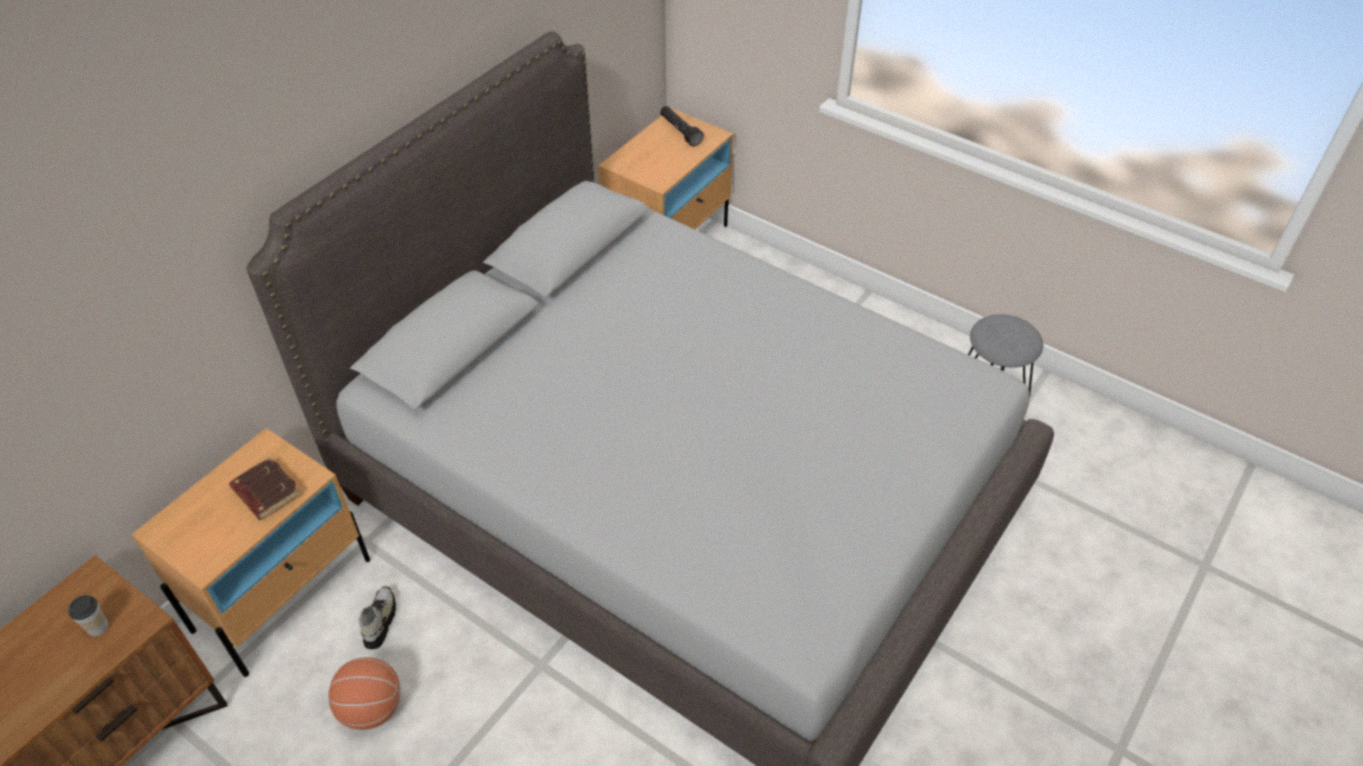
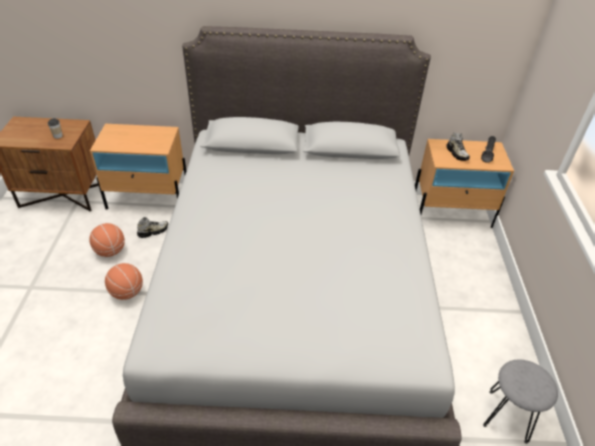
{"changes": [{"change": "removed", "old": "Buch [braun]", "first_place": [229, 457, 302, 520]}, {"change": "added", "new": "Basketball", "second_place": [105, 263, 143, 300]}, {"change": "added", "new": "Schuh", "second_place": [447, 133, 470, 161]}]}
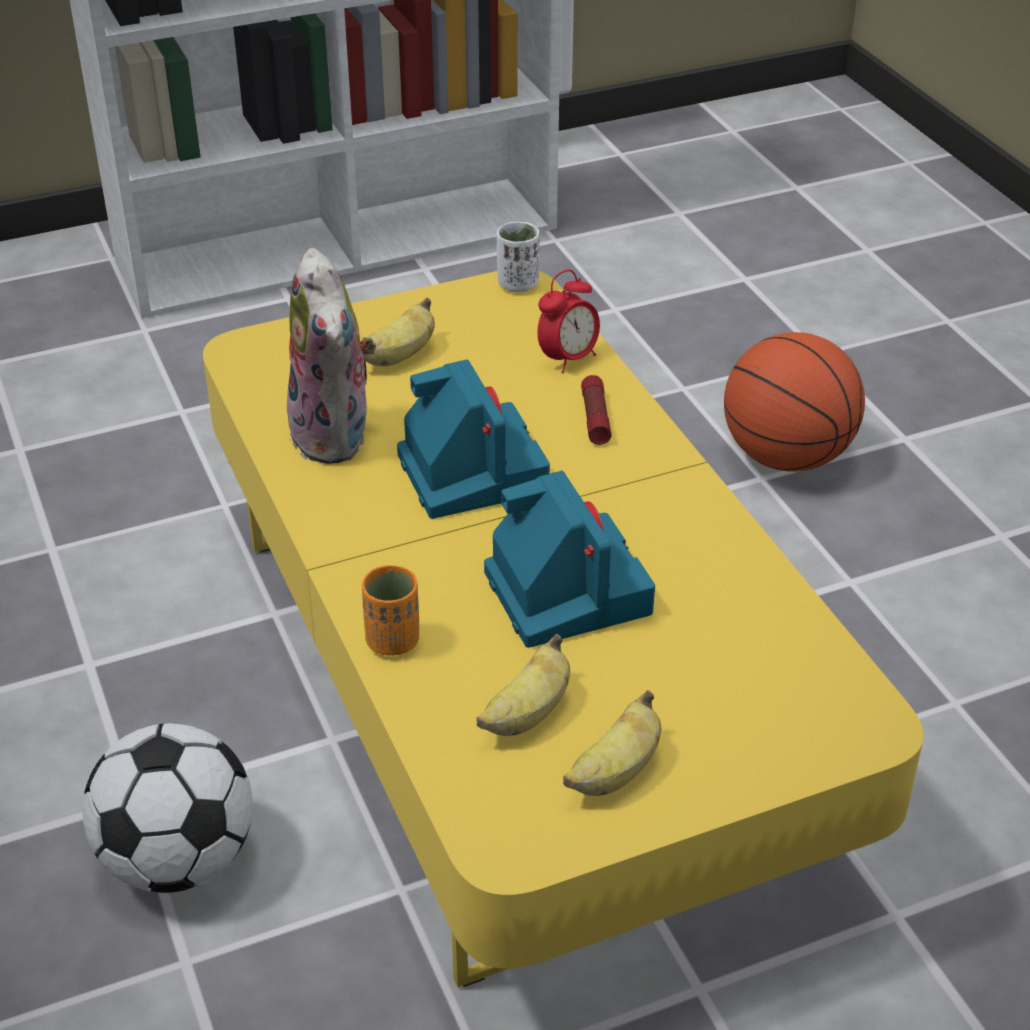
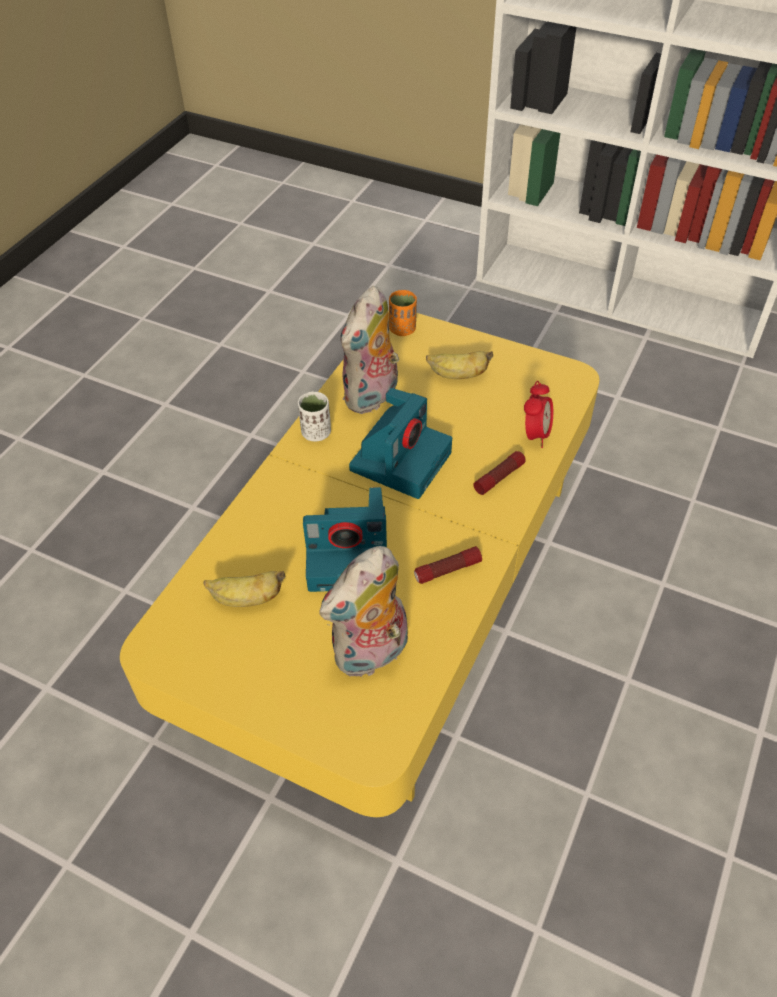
{"changes": [{"change": "removed", "old": "Fußball", "first_place": [82, 723, 253, 893]}, {"change": "moved", "old": "Tasse [orange]", "first_place": [361, 565, 419, 656], "second_place": [389, 290, 417, 336]}, {"change": "turned", "old": "Kamera", "first_place": [484, 471, 655, 648], "second_place": [303, 487, 387, 592], "degrees": 60}, {"change": "moved", "old": "Tasse [weiß]", "first_place": [497, 222, 539, 292], "second_place": [298, 392, 331, 441]}, {"change": "turned", "old": "Wecker", "first_place": [537, 270, 600, 374], "second_place": [524, 381, 553, 448], "degrees": -75}, {"change": "removed", "old": "Banane", "first_place": [563, 690, 661, 796]}, {"change": "removed", "old": "Basketball", "first_place": [724, 332, 865, 472]}, {"change": "added", "new": "Plüschtier", "second_place": [319, 546, 408, 677]}, {"change": "added", "new": "Taschenlampe", "second_place": [414, 546, 482, 584]}]}
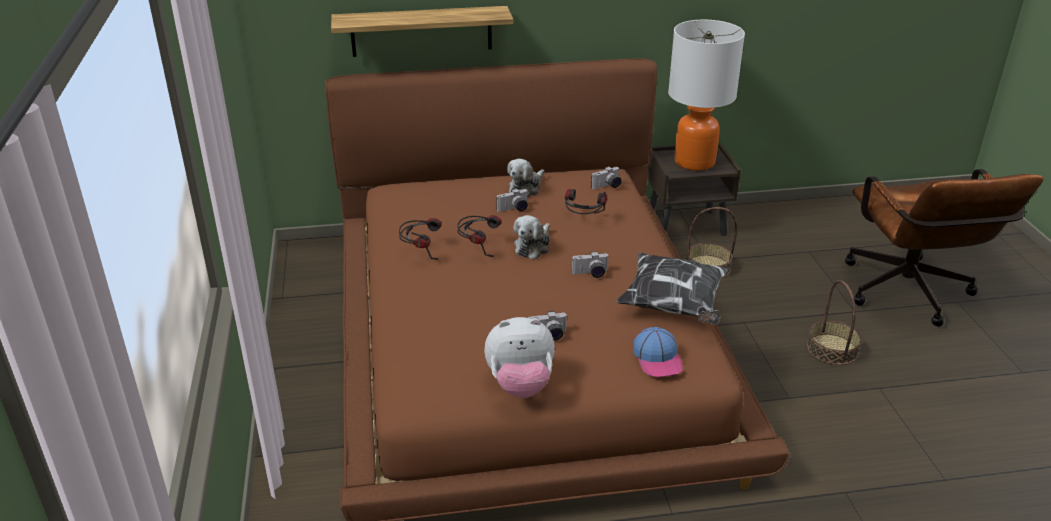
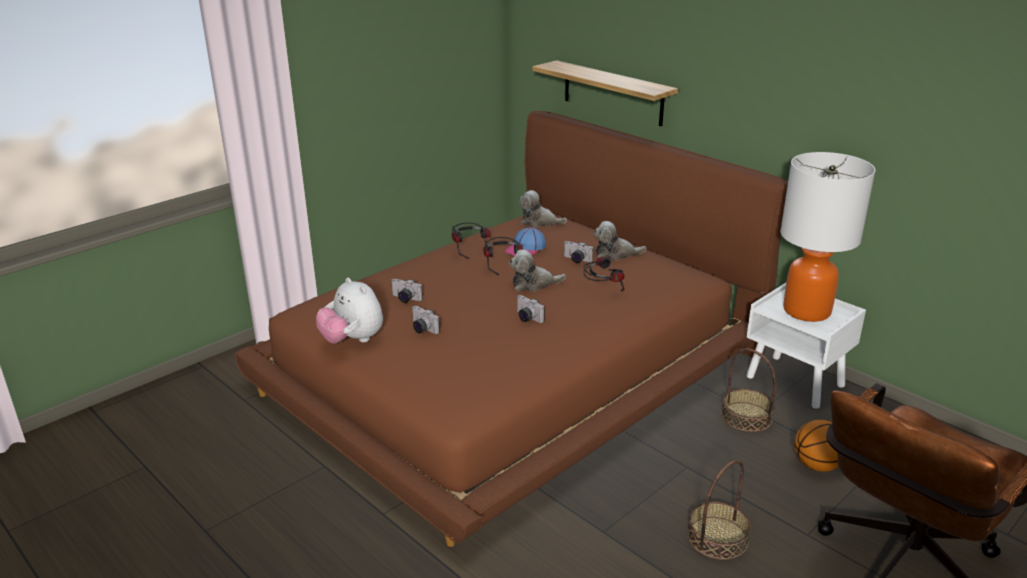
{"changes": [{"change": "moved", "old": "Kamera", "first_place": [591, 166, 622, 189], "second_place": [391, 279, 423, 303]}, {"change": "removed", "old": "Kissen", "first_place": [616, 252, 728, 324]}, {"change": "moved", "old": "Kappe", "first_place": [633, 327, 683, 377], "second_place": [505, 228, 546, 256]}, {"change": "recoloured", "old": "Nachttisch [braun]", "new": "Nachttisch [weiß]", "first_place": [647, 142, 741, 236], "second_place": [746, 283, 866, 409]}, {"change": "added", "new": "Plüschtier", "second_place": [519, 190, 567, 227]}, {"change": "added", "new": "Basketball", "second_place": [794, 420, 839, 472]}]}
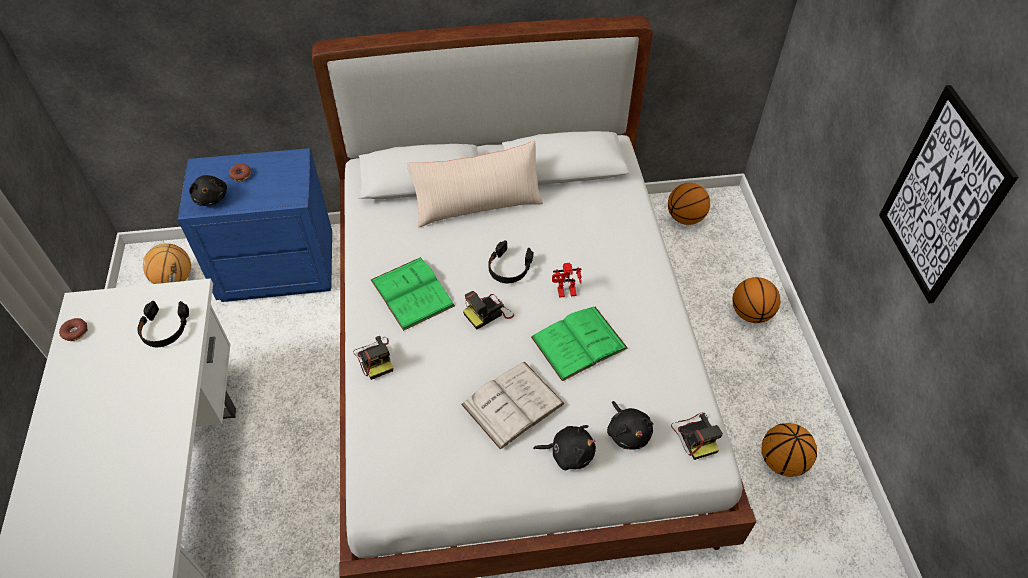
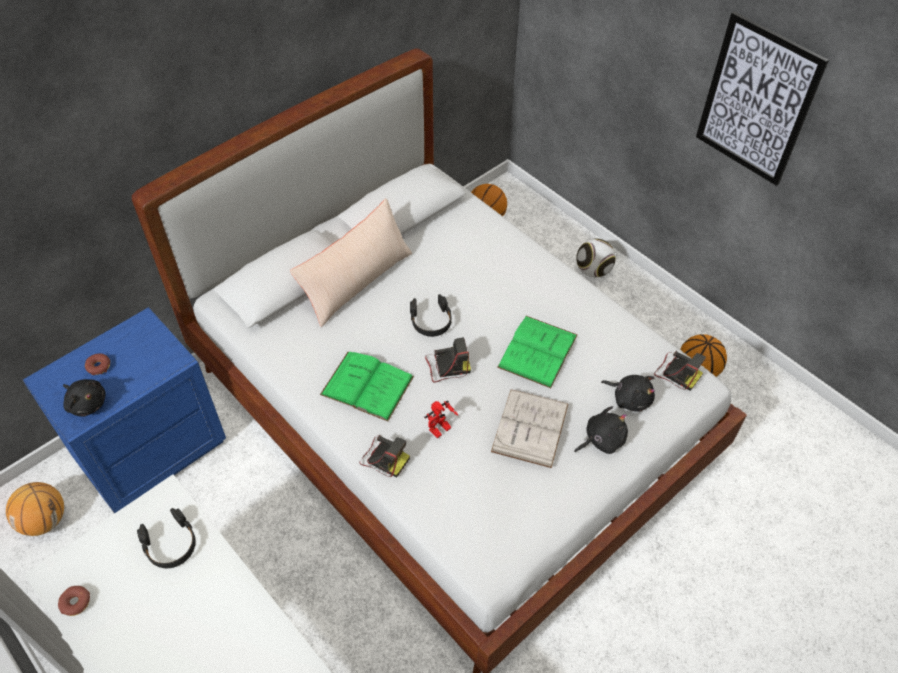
{"changes": [{"change": "turned", "old": "Kamera", "first_place": [463, 291, 514, 330], "second_place": [425, 337, 471, 383], "degrees": -120}, {"change": "moved", "old": "Spielzeugroboter", "first_place": [552, 263, 582, 298], "second_place": [424, 400, 459, 438]}, {"change": "replaced", "old": "Basketball", "new": "Fußball", "first_place": [732, 277, 780, 323], "second_place": [576, 239, 616, 277]}]}
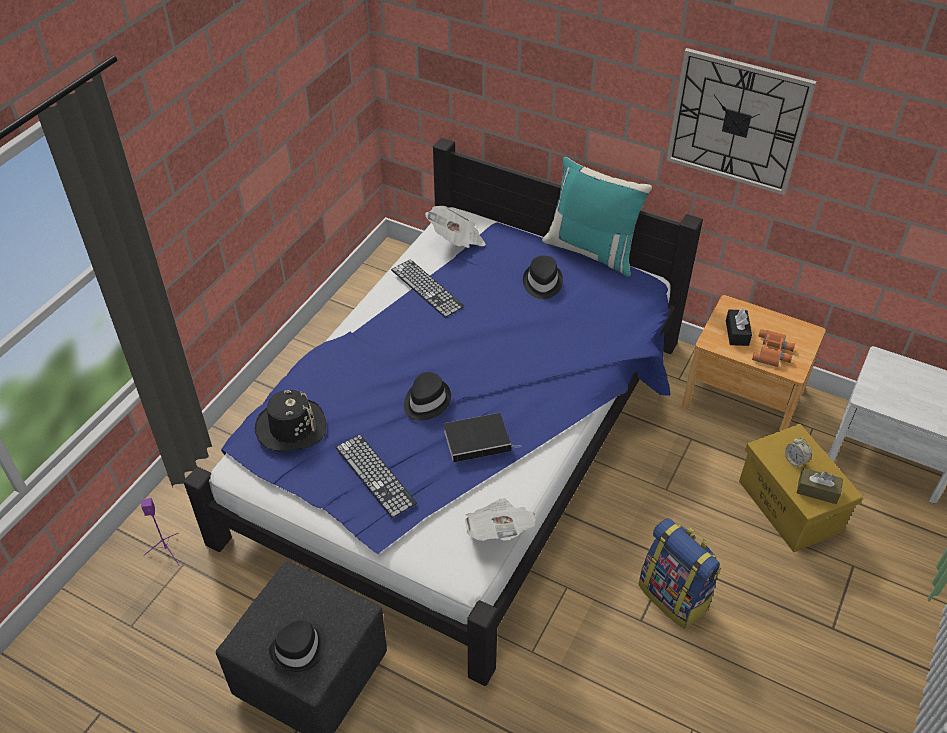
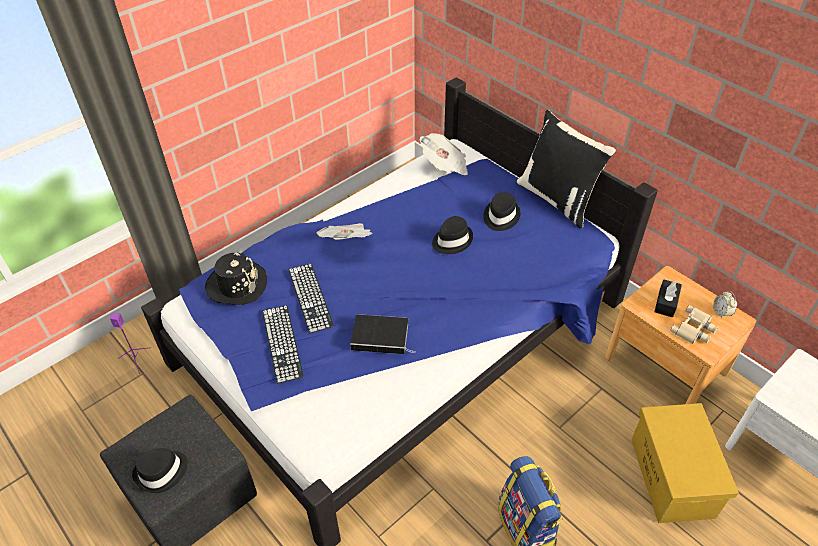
{"changes": [{"change": "moved", "old": "Tastatur", "first_place": [391, 259, 465, 318], "second_place": [288, 264, 334, 334]}, {"change": "moved", "old": "Hut [schwarz]", "first_place": [404, 372, 451, 421], "second_place": [432, 216, 473, 254]}, {"change": "moved", "old": "Zeitung", "first_place": [465, 499, 536, 541], "second_place": [317, 223, 373, 240]}, {"change": "recoloured", "old": "Kissen [türkis]", "new": "Kissen [schwarz]", "first_place": [542, 157, 652, 277], "second_place": [517, 110, 616, 229]}, {"change": "removed", "old": "Wanduhr", "first_place": [666, 48, 817, 195]}, {"change": "recoloured", "old": "Fernglas [orange]", "new": "Fernglas [beige]", "first_place": [752, 329, 795, 367], "second_place": [670, 305, 718, 344]}, {"change": "moved", "old": "Wecker", "first_place": [785, 437, 812, 468], "second_place": [713, 291, 737, 319]}, {"change": "removed", "old": "Taschentuchbox [braun]", "first_place": [797, 468, 843, 504]}]}
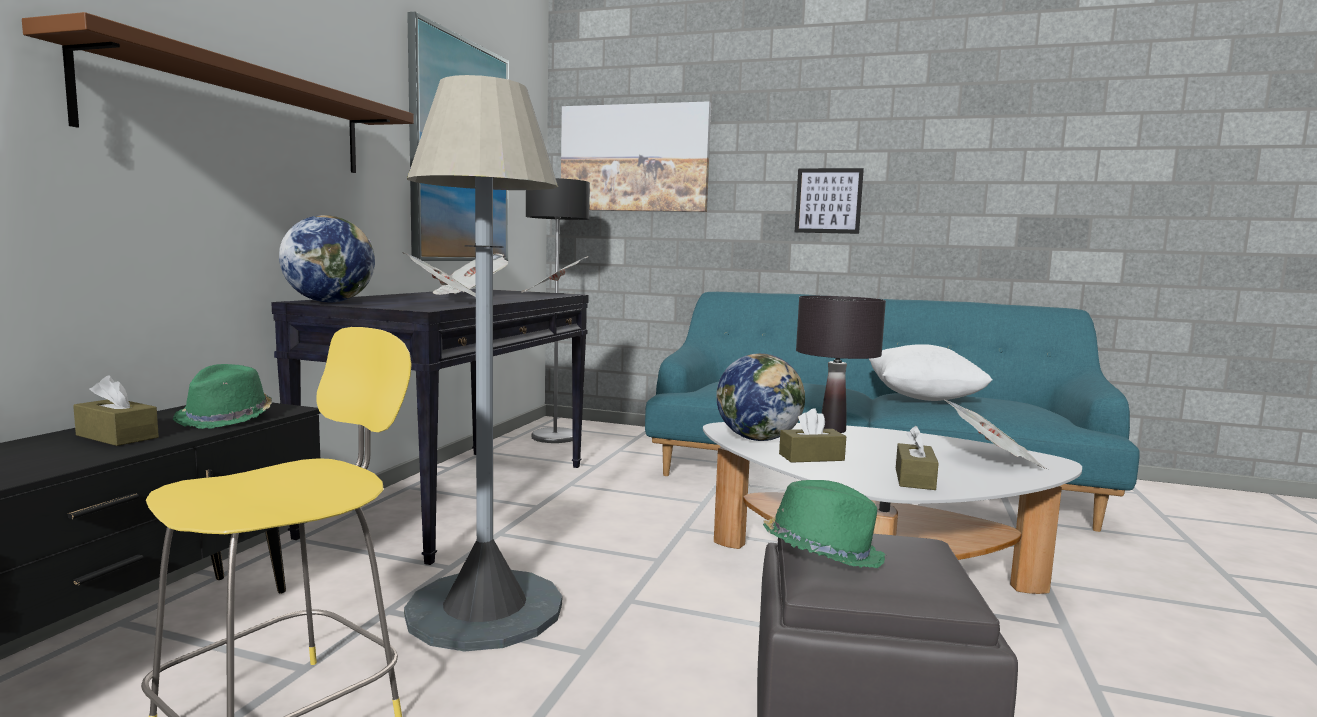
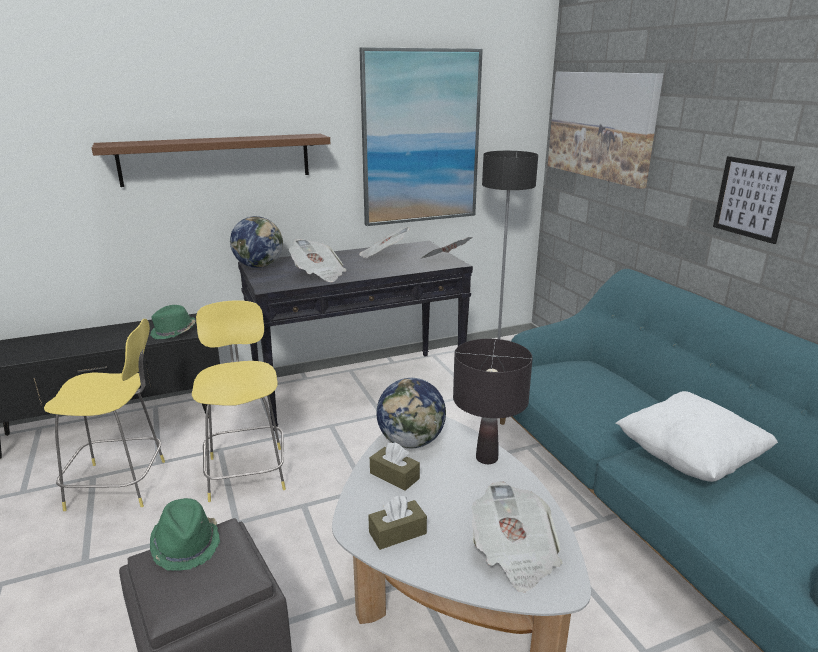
{"changes": [{"change": "removed", "old": "Taschentuchbox [braun]", "first_place": [73, 375, 159, 446]}, {"change": "replaced", "old": "Stehlampe [grau]", "new": "Hocker [gelb]", "first_place": [404, 75, 562, 651], "second_place": [192, 300, 286, 502]}]}
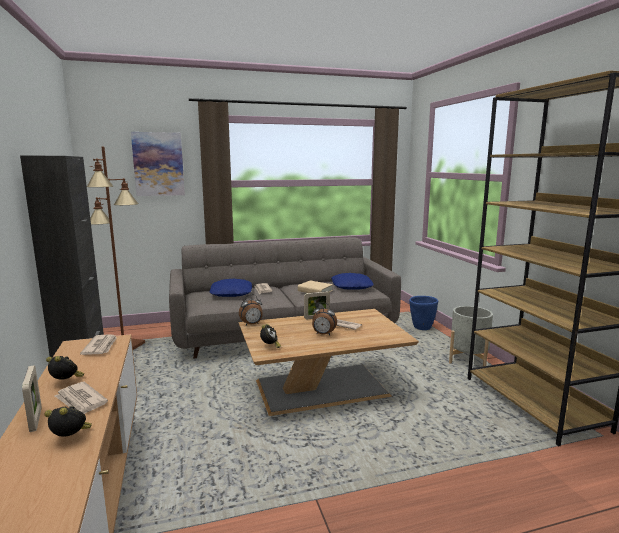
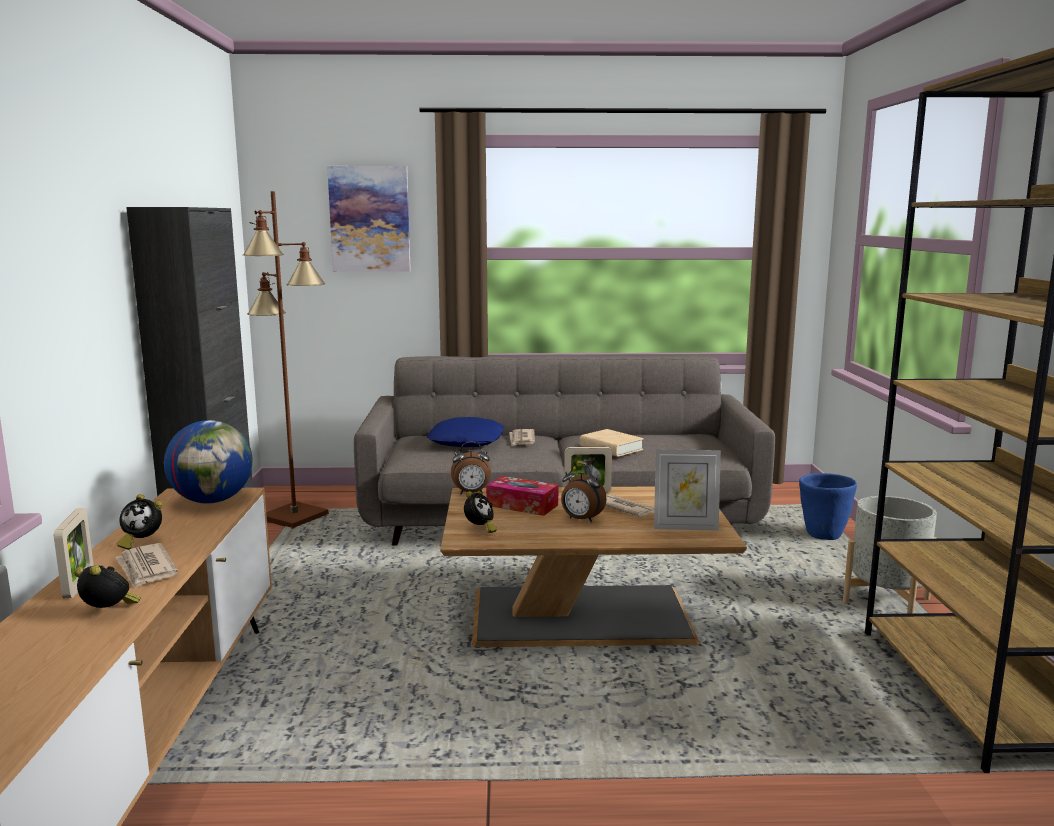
{"changes": [{"change": "turned", "old": "Wecker", "first_place": [46, 356, 84, 380], "second_place": [116, 494, 163, 550], "degrees": 150}, {"change": "replaced", "old": "Zeitung", "new": "Globus", "first_place": [80, 335, 117, 355], "second_place": [164, 420, 252, 503]}, {"change": "removed", "old": "Kissen [blau]", "first_place": [331, 273, 374, 290]}, {"change": "added", "new": "Taschentuchbox", "second_place": [486, 476, 558, 516]}, {"change": "added", "new": "Bilderrahmen", "second_place": [654, 449, 721, 531]}]}
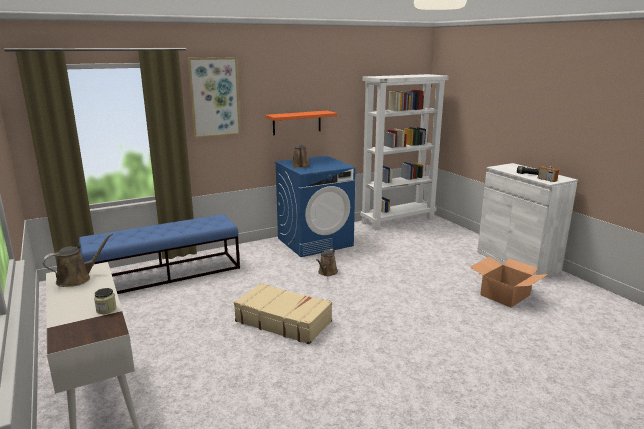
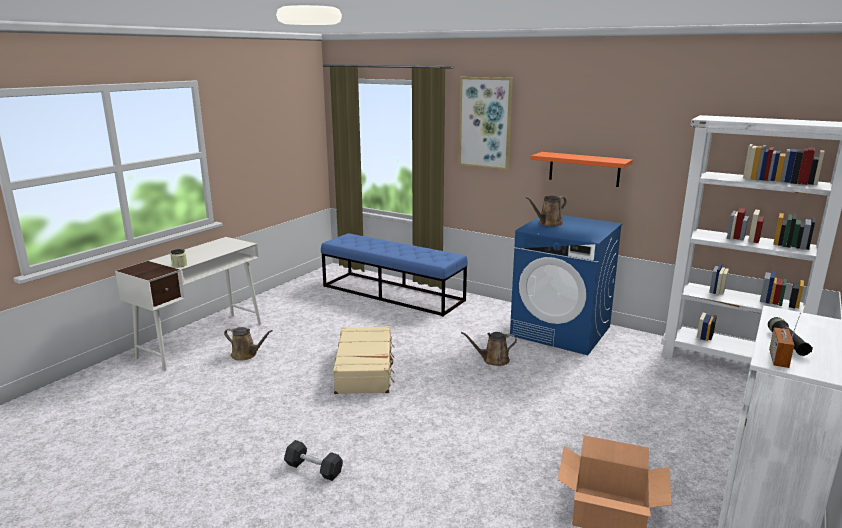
{"changes": [{"change": "moved", "old": "Gießkanne [braun]", "first_place": [43, 233, 113, 287], "second_place": [224, 327, 273, 361]}, {"change": "added", "new": "Hantel [grau]", "second_place": [284, 440, 343, 481]}]}
